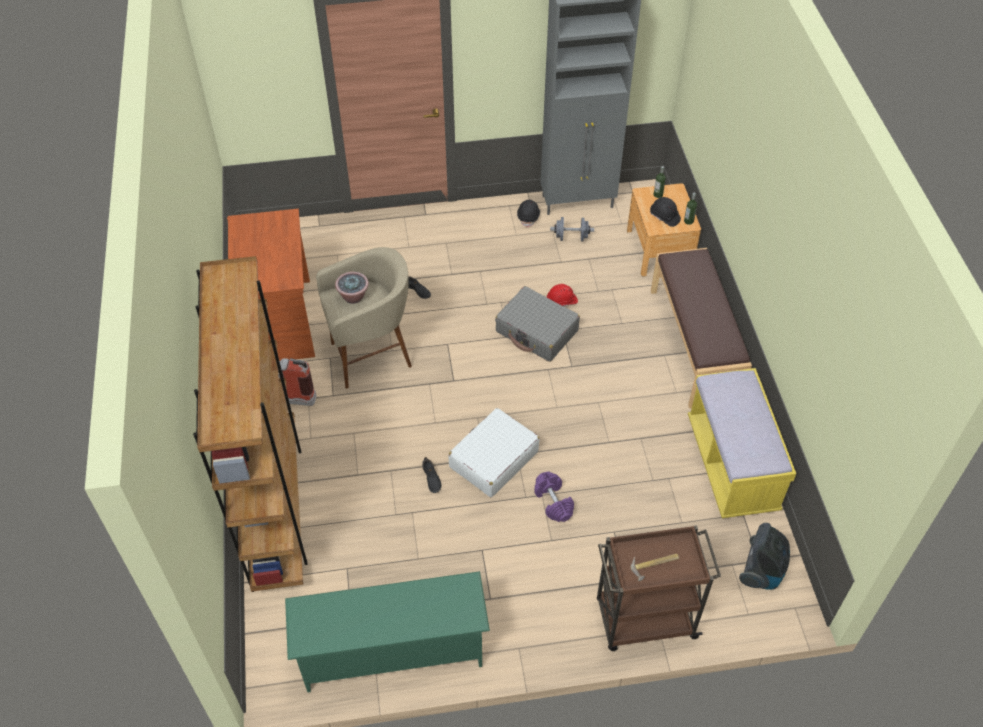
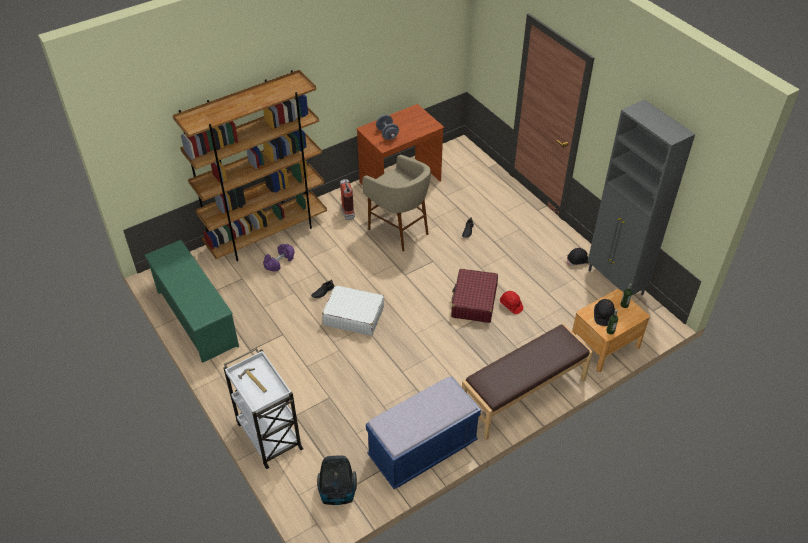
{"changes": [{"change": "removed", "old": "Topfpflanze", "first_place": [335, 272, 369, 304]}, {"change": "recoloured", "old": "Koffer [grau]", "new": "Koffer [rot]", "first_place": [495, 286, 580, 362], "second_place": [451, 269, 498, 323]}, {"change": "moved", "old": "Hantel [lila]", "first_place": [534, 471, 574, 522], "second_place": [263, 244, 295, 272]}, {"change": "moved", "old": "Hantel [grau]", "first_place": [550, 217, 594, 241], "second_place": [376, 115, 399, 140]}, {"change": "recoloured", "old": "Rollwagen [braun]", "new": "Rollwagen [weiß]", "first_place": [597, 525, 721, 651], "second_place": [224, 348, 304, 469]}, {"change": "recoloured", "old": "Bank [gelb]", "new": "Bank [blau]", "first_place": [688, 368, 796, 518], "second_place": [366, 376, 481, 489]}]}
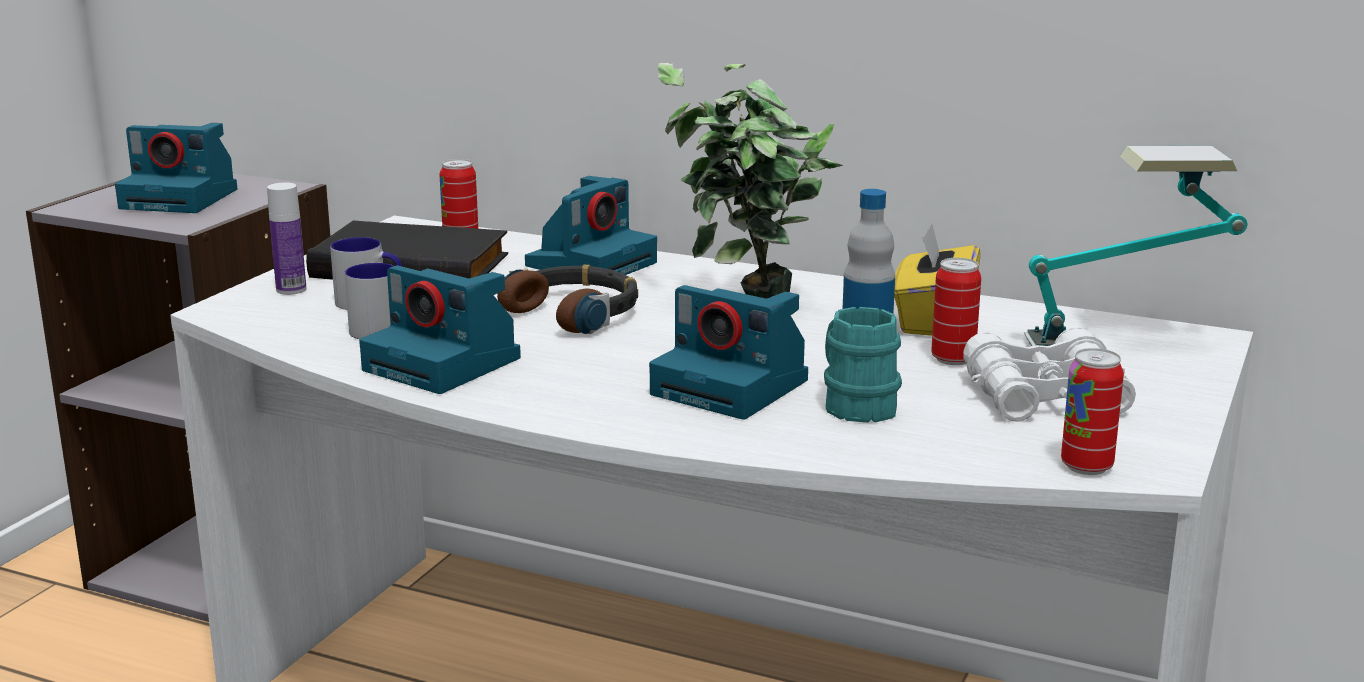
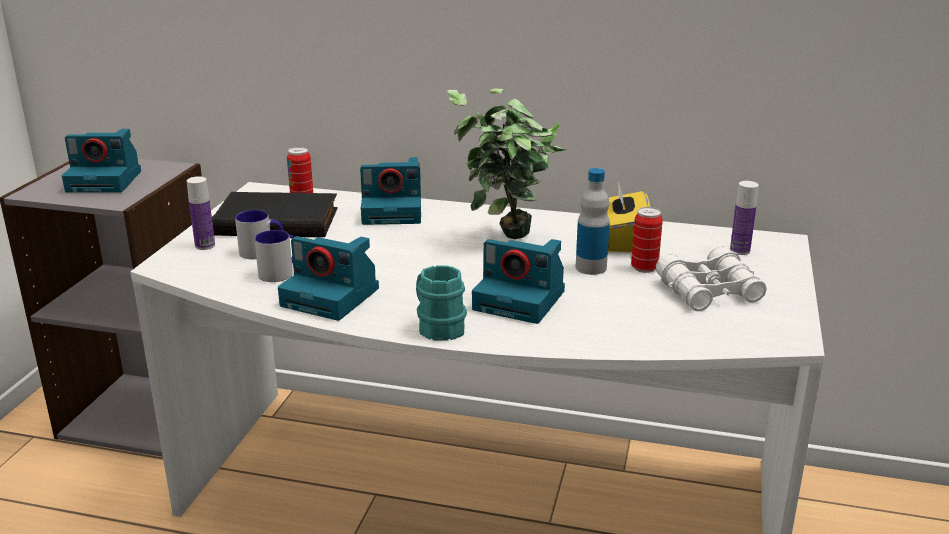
{"changes": [{"change": "removed", "old": "Kopfhörer", "first_place": [497, 264, 638, 334]}, {"change": "turned", "old": "Kamera", "first_place": [525, 176, 657, 275], "second_place": [360, 157, 421, 225], "degrees": 60}, {"change": "moved", "old": "Henkelbecher [türkis]", "first_place": [824, 307, 902, 423], "second_place": [416, 265, 467, 341]}, {"change": "replaced", "old": "Tischlampe", "new": "Flasche", "first_place": [1024, 146, 1247, 346], "second_place": [730, 181, 759, 255]}, {"change": "removed", "old": "Dose", "first_place": [1061, 348, 1124, 475]}]}
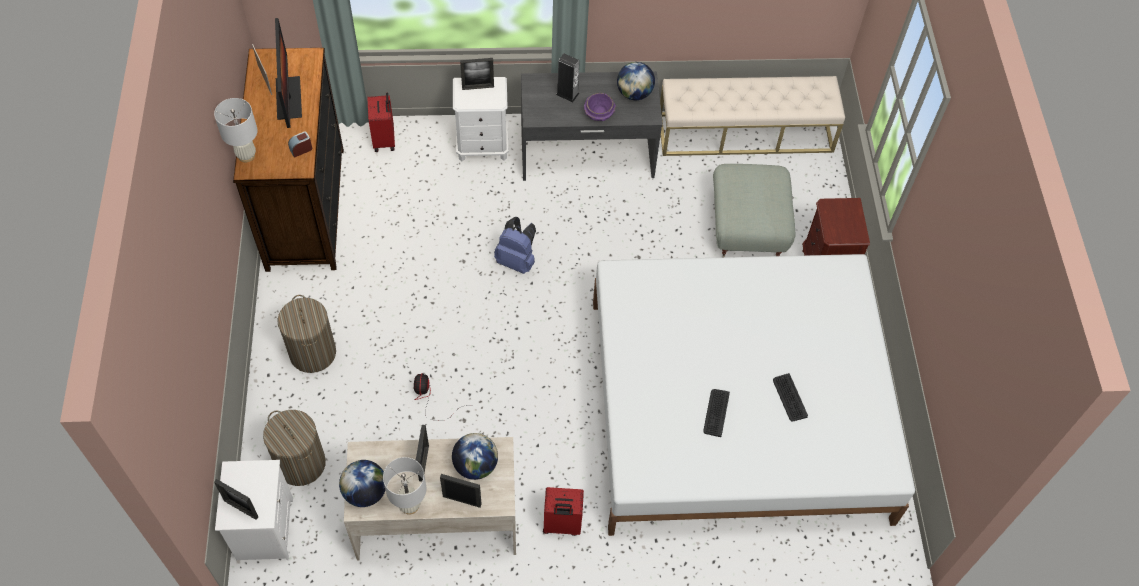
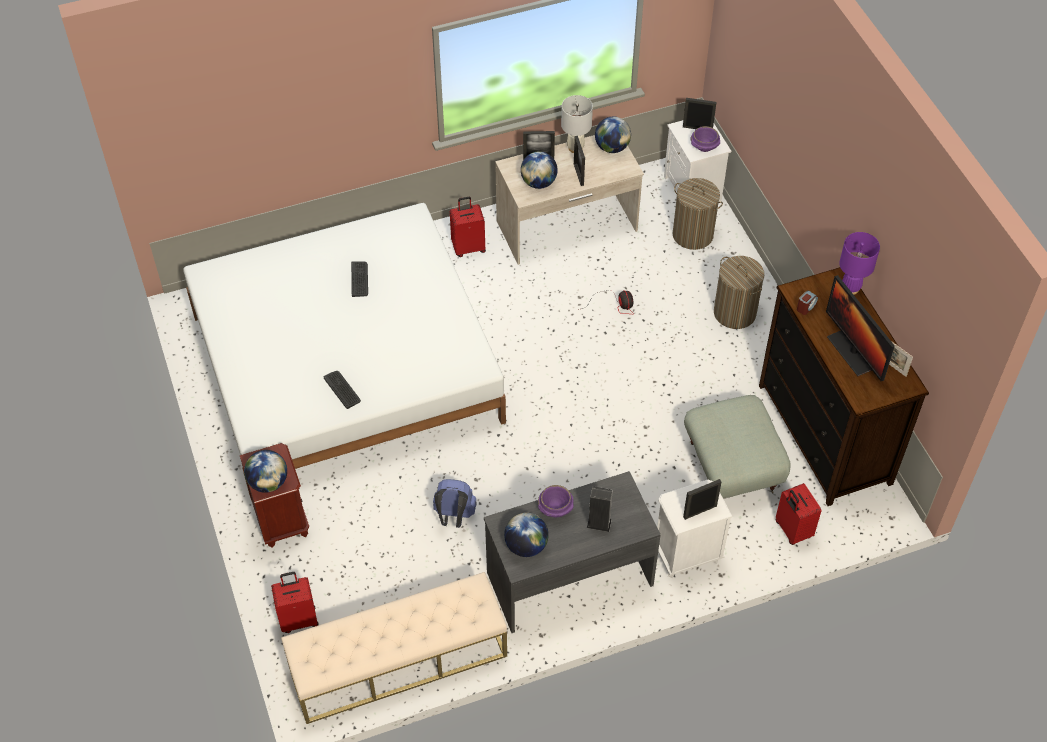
{"changes": [{"change": "recoloured", "old": "Tischlampe [weiß]", "new": "Tischlampe [lila]", "first_place": [214, 98, 258, 162], "second_place": [839, 232, 880, 295]}, {"change": "moved", "old": "Rucksack [blau]", "first_place": [494, 217, 536, 274], "second_place": [433, 479, 476, 528]}, {"change": "moved", "old": "Polsterhocker [grau]", "first_place": [713, 164, 796, 257], "second_place": [684, 395, 791, 499]}, {"change": "moved", "old": "Tastatur", "first_place": [773, 373, 808, 422], "second_place": [324, 371, 361, 409]}, {"change": "added", "new": "Globus", "second_place": [244, 450, 287, 493]}, {"change": "added", "new": "Koffer [rot]", "second_place": [271, 572, 319, 633]}, {"change": "added", "new": "Schüssel [lila]", "second_place": [691, 126, 720, 152]}]}
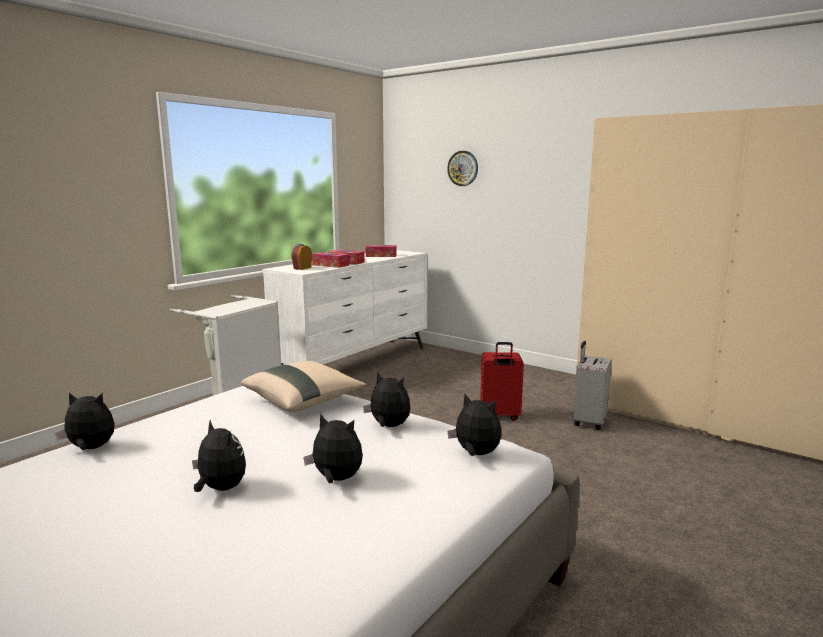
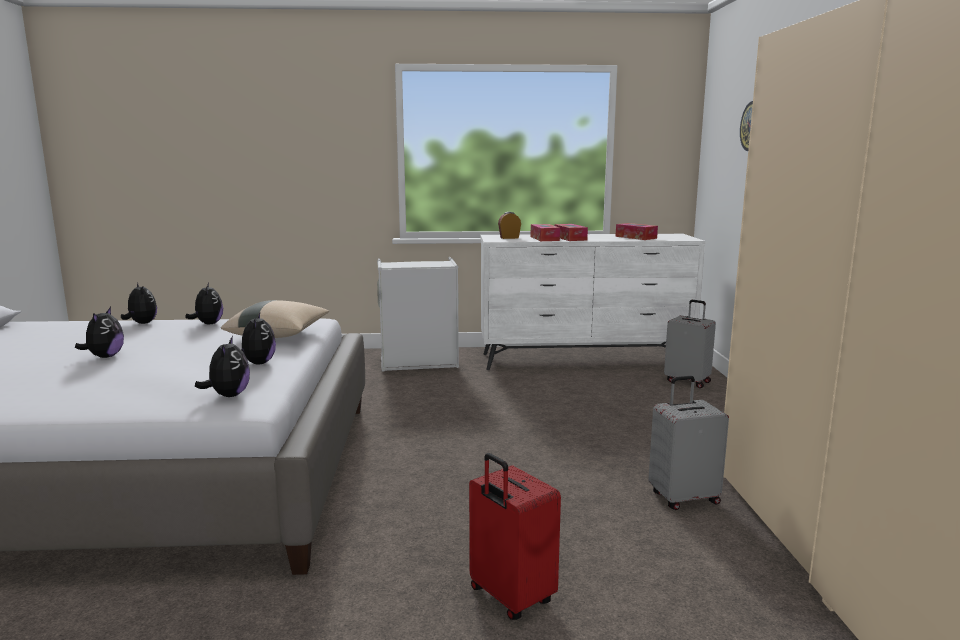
{"changes": [{"change": "moved", "old": "Plüschtier", "first_place": [303, 413, 363, 484], "second_place": [185, 283, 223, 324]}, {"change": "moved", "old": "Koffer [rot]", "first_place": [480, 342, 524, 421], "second_place": [469, 453, 561, 620]}, {"change": "added", "new": "Koffer [grau]", "second_place": [664, 300, 716, 388]}]}
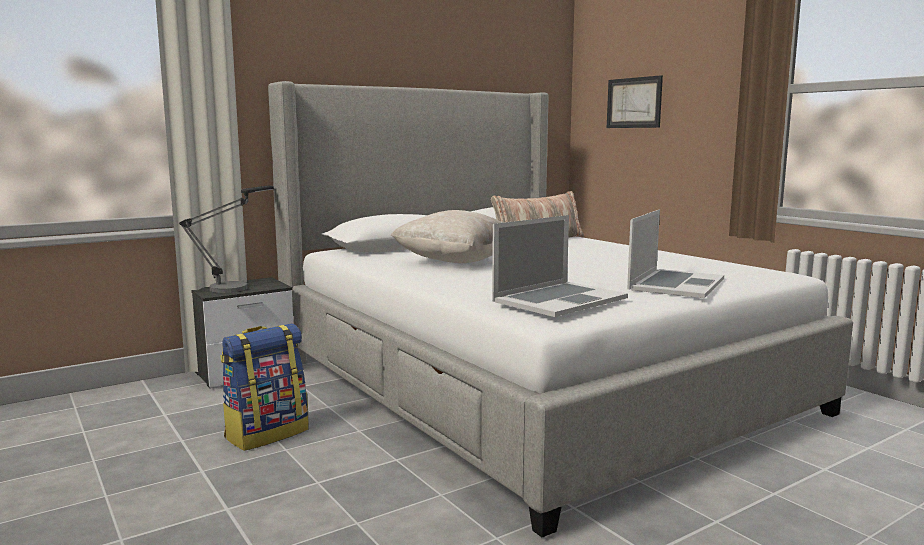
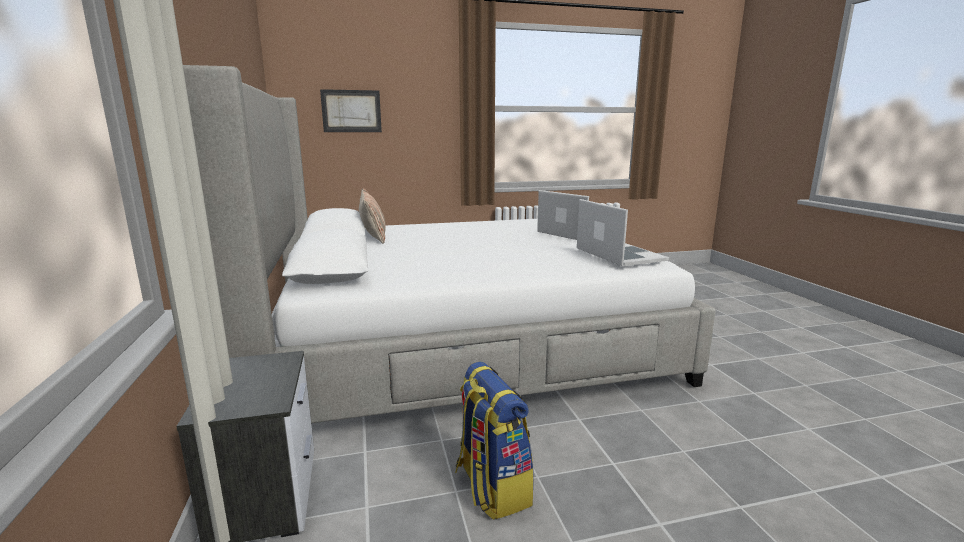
{"changes": [{"change": "removed", "old": "Tischlampe", "first_place": [179, 185, 274, 293]}, {"change": "removed", "old": "Kissen [beige]", "first_place": [390, 210, 503, 263]}]}
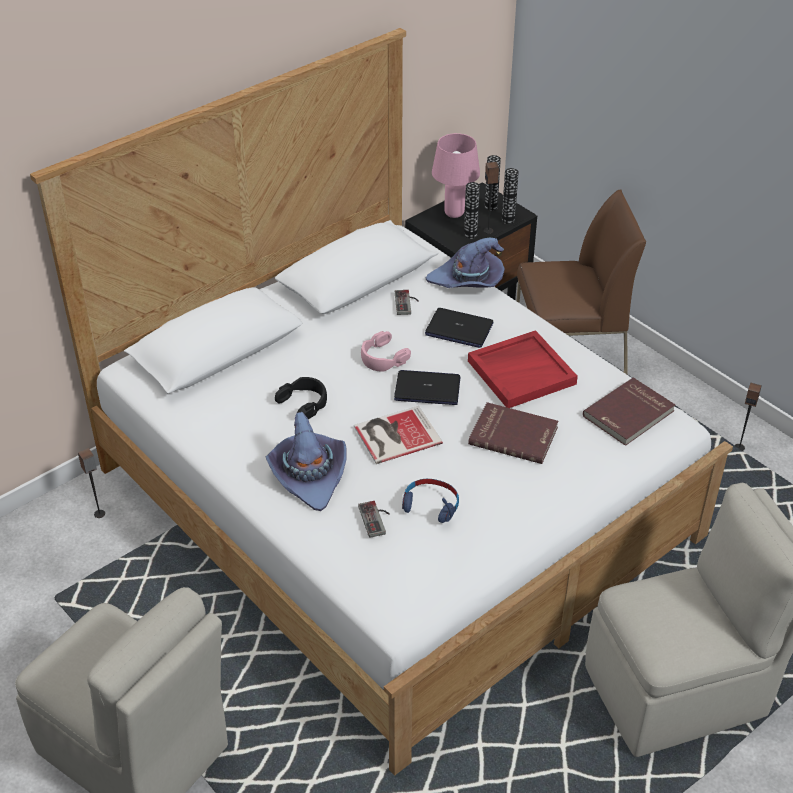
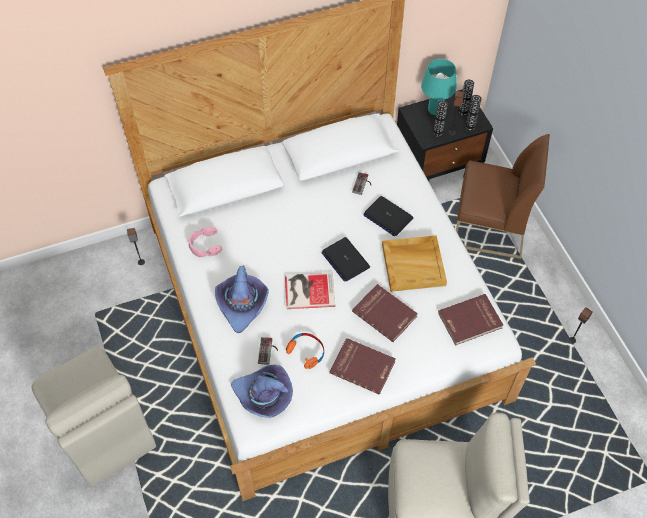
{"changes": [{"change": "removed", "old": "Kopfhörer [schwarz]", "first_place": [275, 377, 327, 419]}, {"change": "moved", "old": "Kopfhörer [rosa]", "first_place": [361, 331, 411, 372], "second_place": [189, 227, 222, 257]}, {"change": "turned", "old": "Laptop", "first_place": [394, 370, 461, 405], "second_place": [321, 237, 370, 282], "degrees": -150}, {"change": "recoloured", "old": "Kopfhörer [blau]", "new": "Kopfhörer [orange]", "first_place": [402, 479, 459, 523], "second_place": [286, 333, 324, 369]}, {"change": "moved", "old": "Hut [lila]", "first_place": [426, 238, 505, 288], "second_place": [231, 365, 293, 418]}, {"change": "recoloured", "old": "Tischlampe [rosa]", "new": "Tischlampe [türkis]", "first_place": [432, 133, 480, 218], "second_place": [421, 59, 457, 115]}, {"change": "recoloured", "old": "Tablett [rot]", "new": "Tablett [beige]", "first_place": [468, 330, 578, 408], "second_place": [382, 235, 447, 292]}, {"change": "added", "new": "Buch [rot]", "second_place": [329, 338, 396, 395]}]}
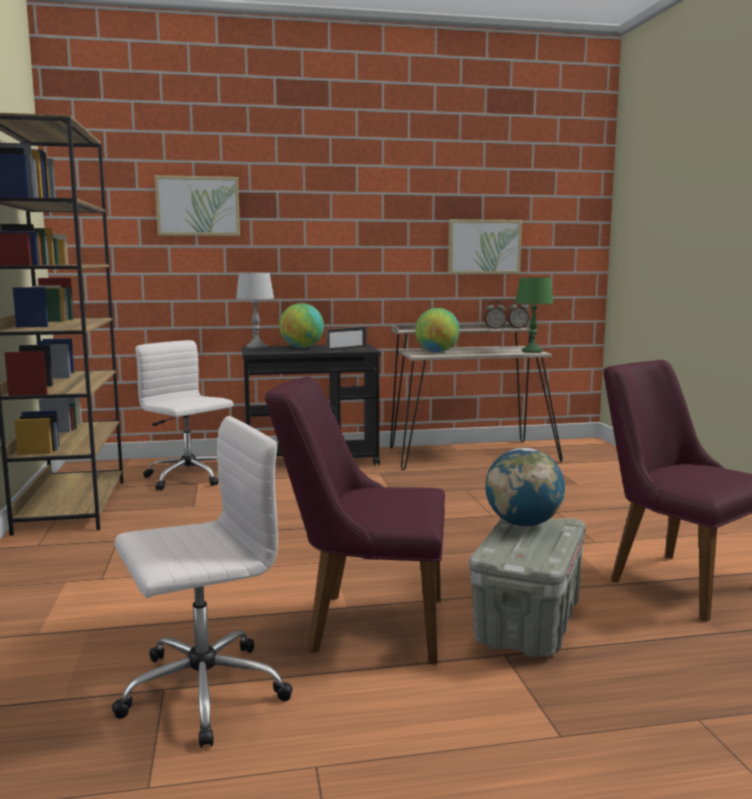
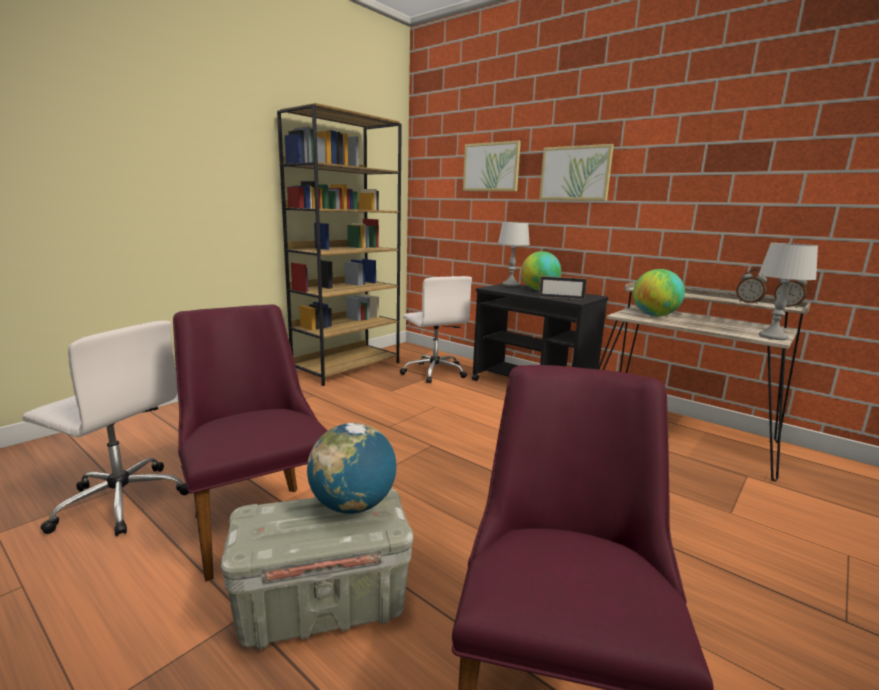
{"changes": [{"change": "turned", "old": "Bürostuhl [weiß]", "first_place": [135, 340, 234, 490], "second_place": [400, 276, 472, 384], "degrees": 150}, {"change": "moved", "old": "Bild", "first_place": [448, 219, 522, 274], "second_place": [539, 144, 614, 201]}, {"change": "recoloured", "old": "Tischlampe [grün]", "new": "Tischlampe [grau]", "first_place": [515, 277, 553, 353], "second_place": [758, 243, 818, 340]}]}
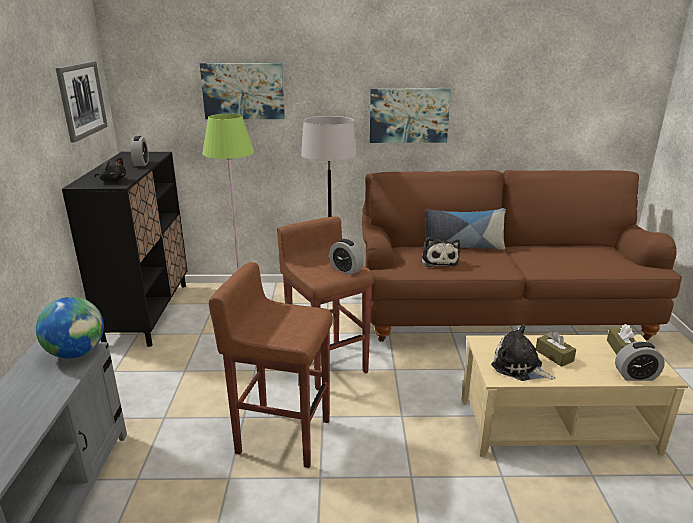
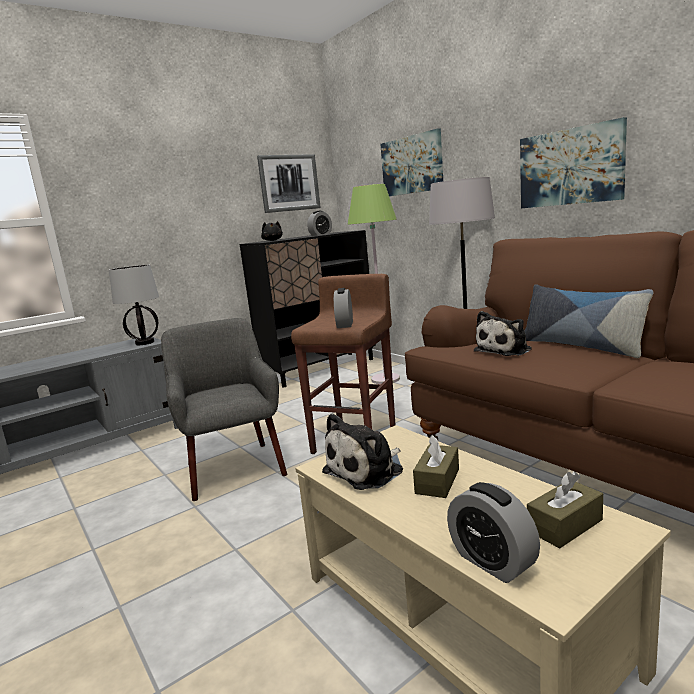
{"changes": [{"change": "replaced", "old": "Globus", "new": "Tischlampe", "first_place": [36, 297, 104, 359], "second_place": [109, 265, 159, 345]}, {"change": "replaced", "old": "Hocker [braun]", "new": "Sessel [grau]", "first_place": [209, 262, 333, 468], "second_place": [161, 318, 287, 501]}, {"change": "turned", "old": "Plüschtier", "first_place": [491, 324, 556, 381], "second_place": [322, 413, 403, 490], "degrees": -135}]}
